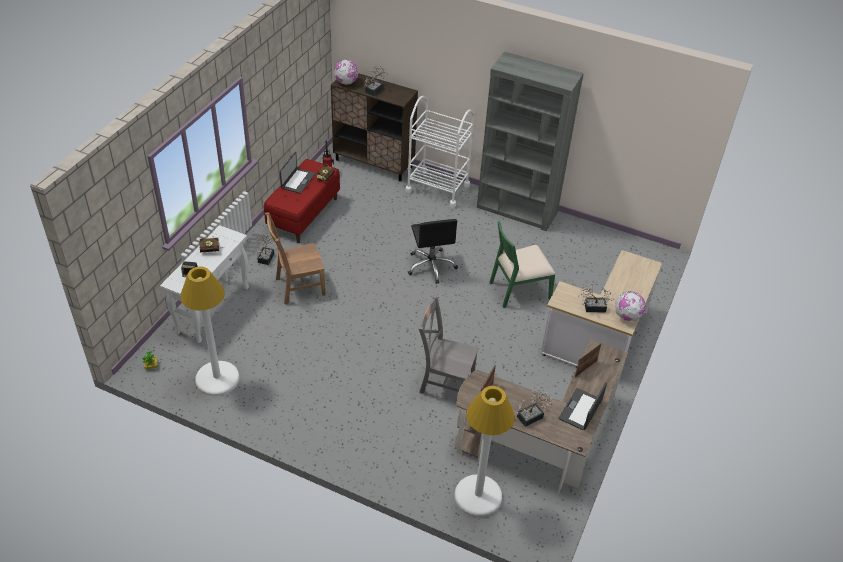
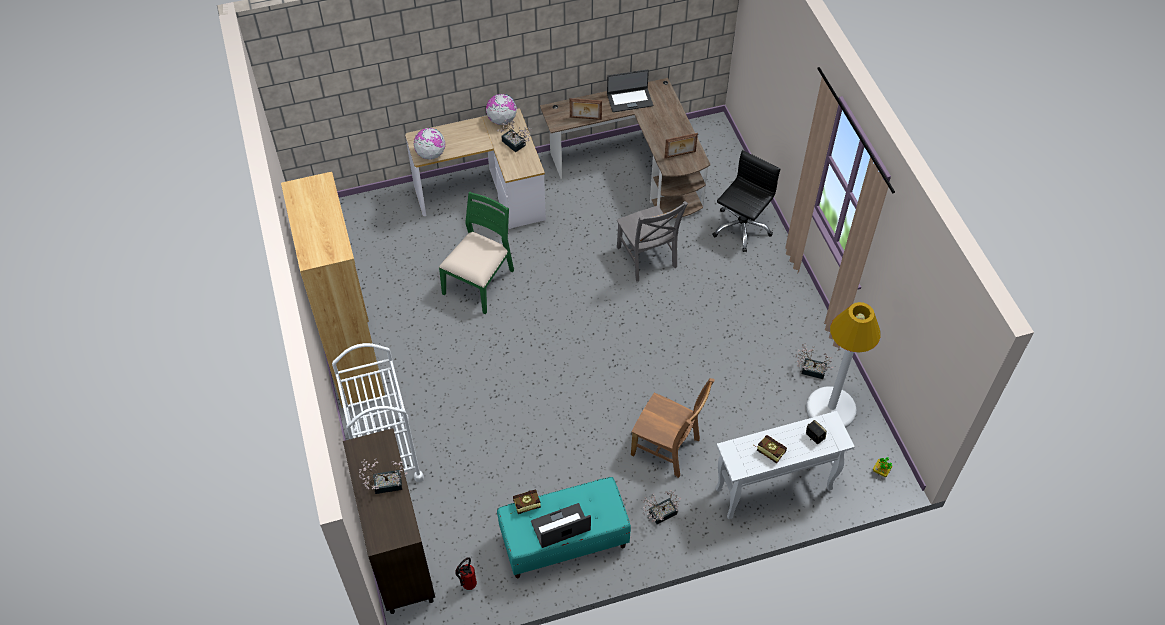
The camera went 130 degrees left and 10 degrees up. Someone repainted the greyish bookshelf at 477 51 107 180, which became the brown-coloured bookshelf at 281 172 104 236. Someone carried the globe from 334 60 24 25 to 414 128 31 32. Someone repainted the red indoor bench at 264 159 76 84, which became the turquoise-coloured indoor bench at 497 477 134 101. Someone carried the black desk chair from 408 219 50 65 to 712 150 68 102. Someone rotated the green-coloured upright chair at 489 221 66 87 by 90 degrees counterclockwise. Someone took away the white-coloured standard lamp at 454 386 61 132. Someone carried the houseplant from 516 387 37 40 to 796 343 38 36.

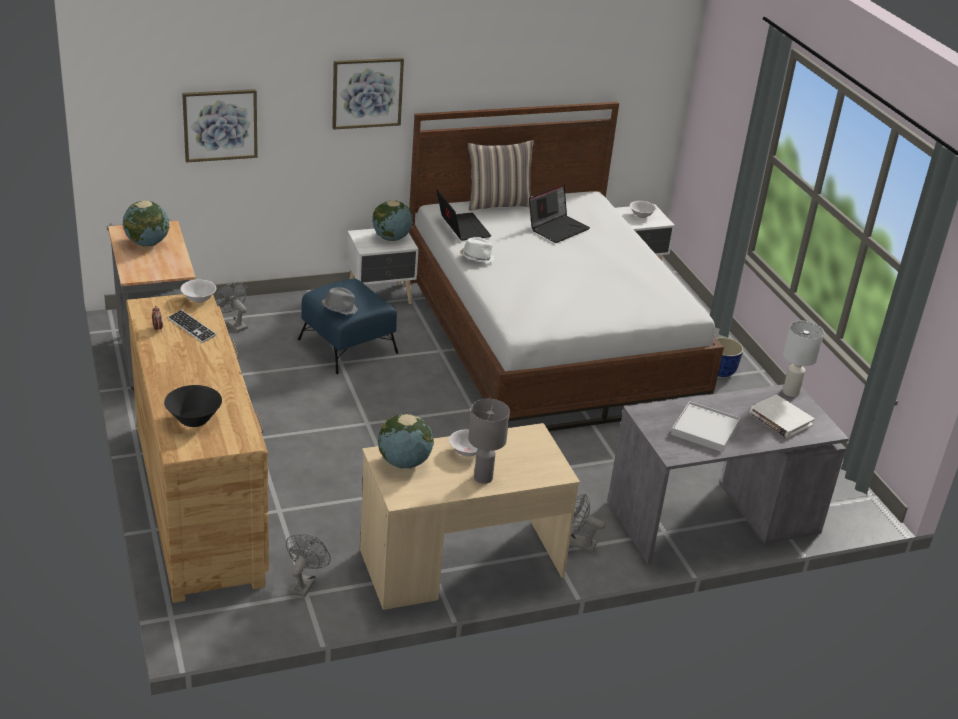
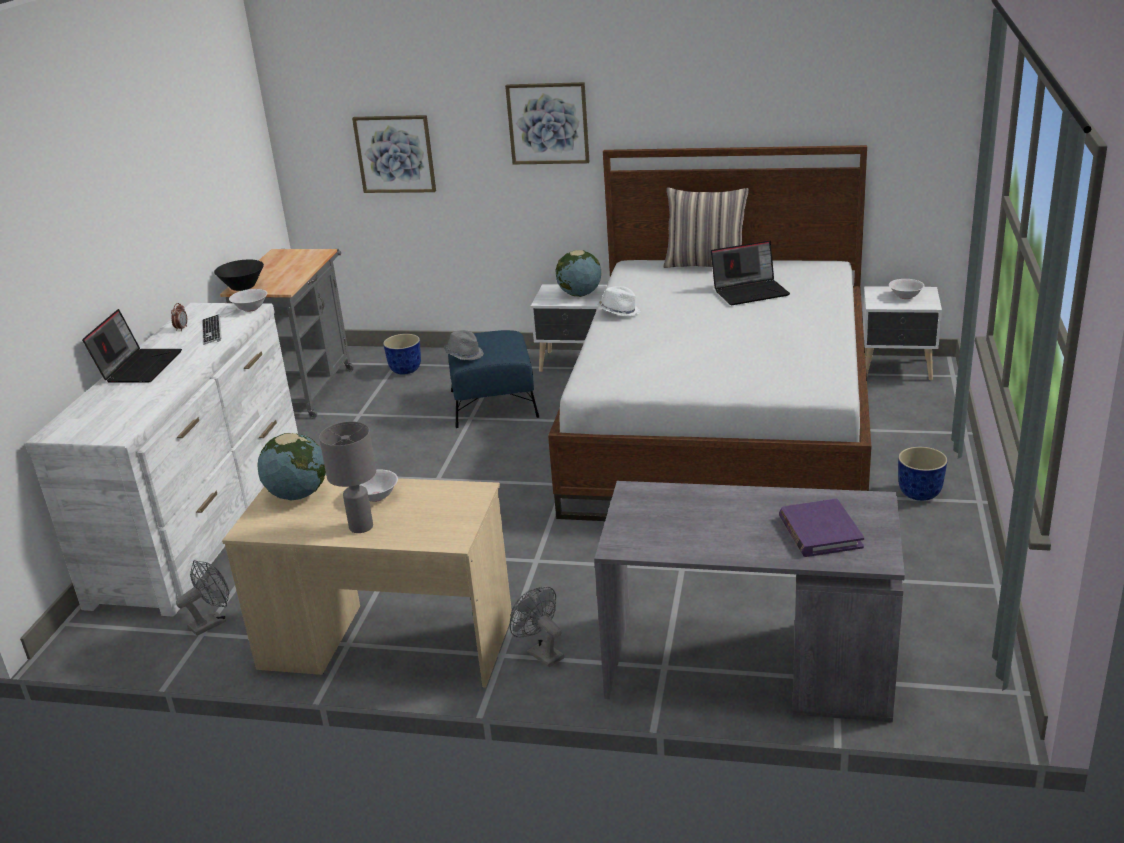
The camera went 35 degrees right and 5 degrees down. Someone carried the portable computer from 436 189 55 52 to 82 309 100 74. Someone took away the globe at 123 200 46 47. Someone swapped the greyish electric fan at 215 282 33 50 for the planter at 383 334 38 41. Someone repainted the brown-coloured dresser at 126 294 143 309, which became the white-coloured dresser at 25 303 273 313. Someone took away the white-coloured lamp for a table at 783 321 41 76. Someone carried the black deep dish from 164 385 58 42 to 214 260 50 31. Someone repainted the white-coloured bound book at 749 394 66 44, which became the purple-coloured bound book at 779 499 85 58. Someone took away the white-coloured serving tray at 671 401 69 51.

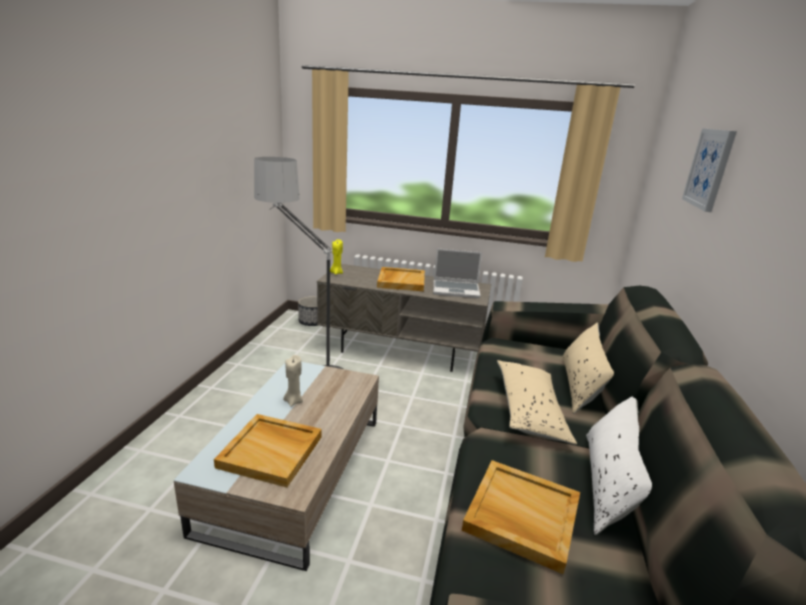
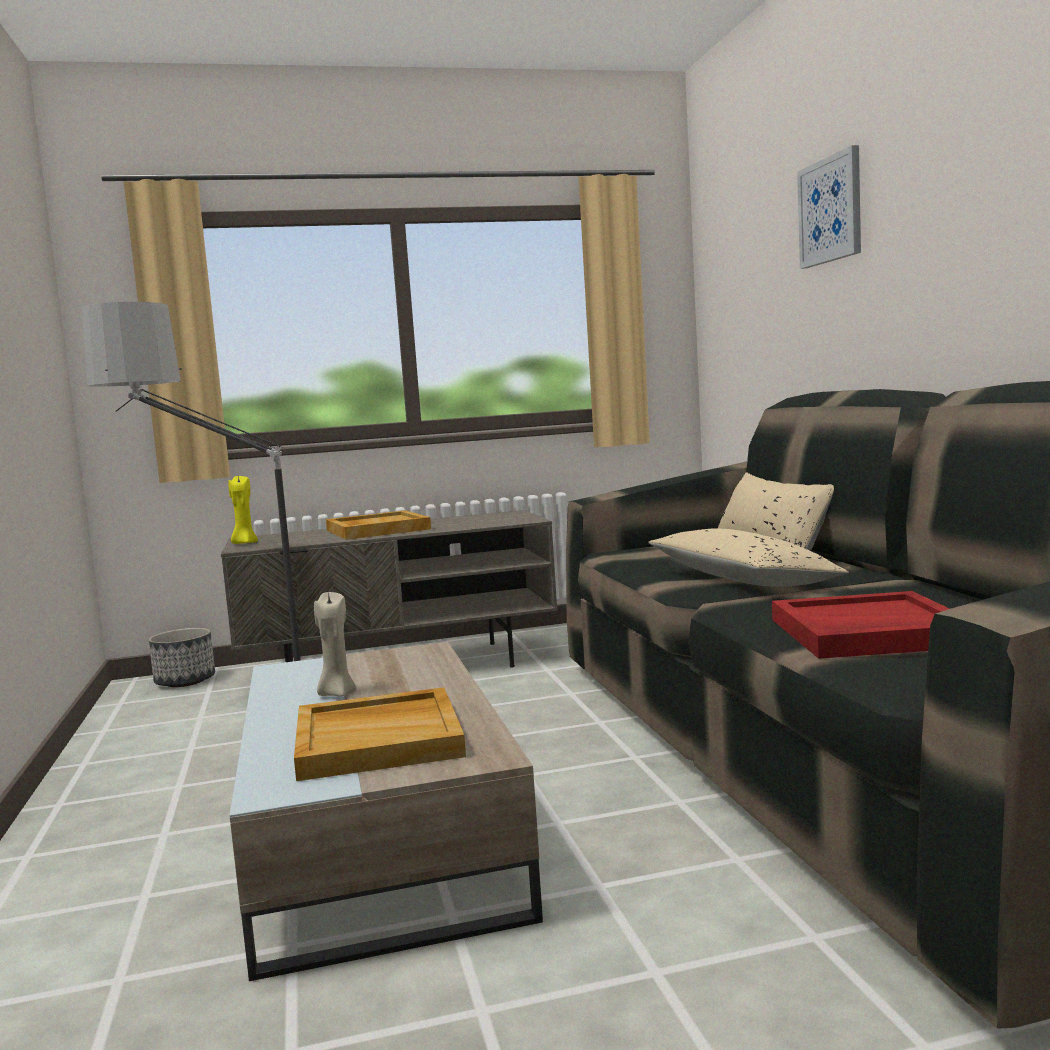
The camera went 25 degrees left and 15 degrees down. Someone took away the portable computer at 433 249 49 49. Someone took away the white-coloured cushion at 586 397 66 138. Someone repainted the beige-coloured serving tray at 462 460 118 114, which became the red serving tray at 772 591 178 68.

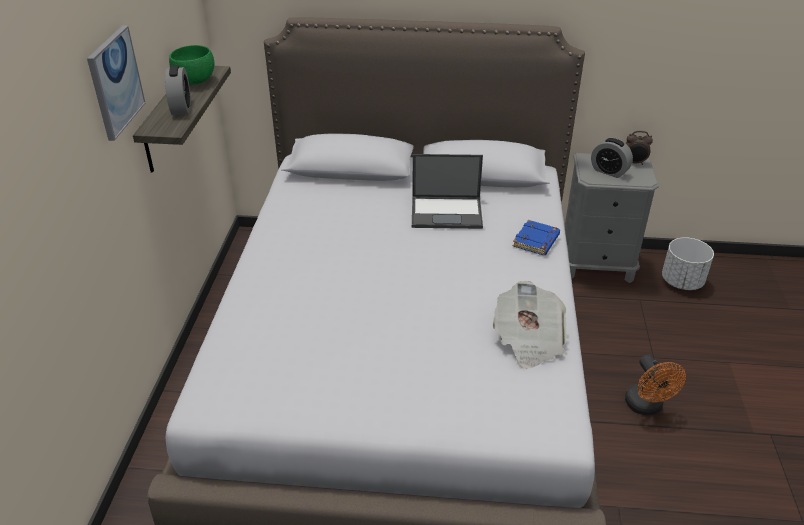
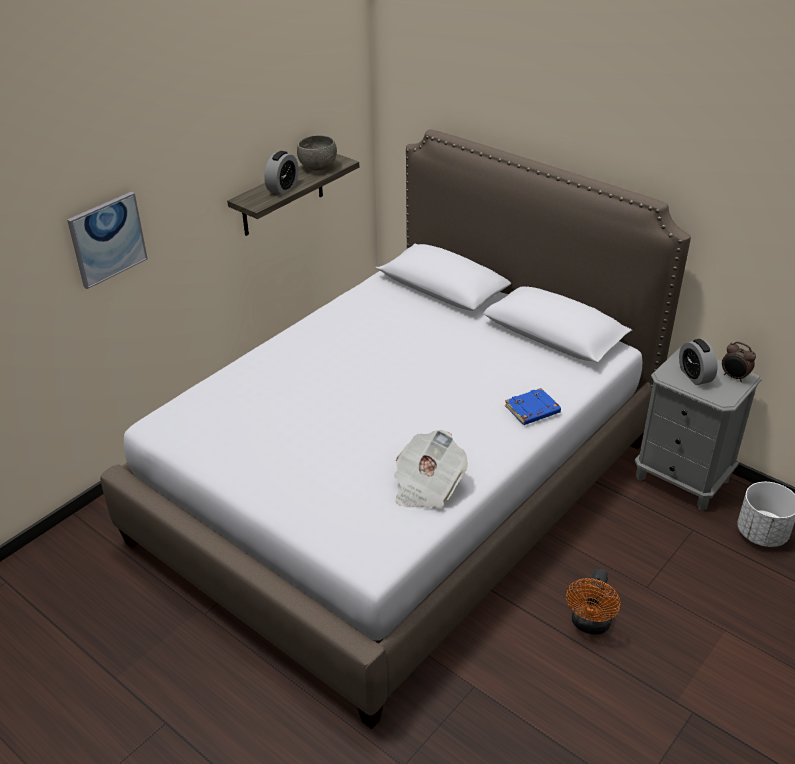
The camera went 35 degrees right and 0 degrees up. Someone carried the wall picture from 87 25 58 116 to 67 192 81 97. Someone repainted the green-coloured deep dish at 169 45 46 39, which became the greyish deep dish at 297 135 40 36. Someone took away the portable computer at 412 154 71 75.

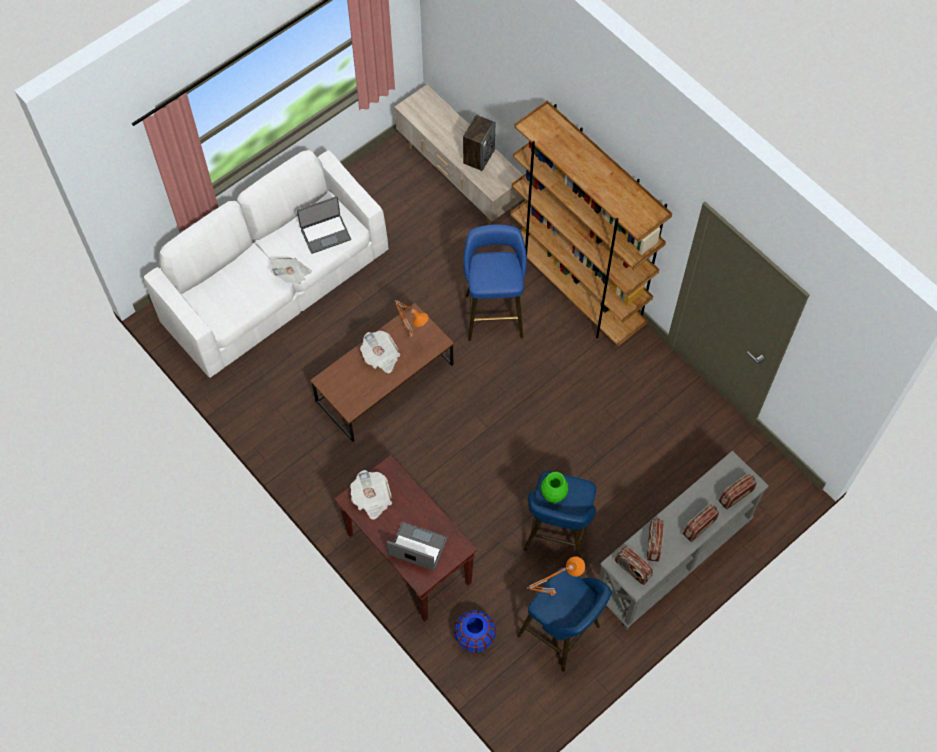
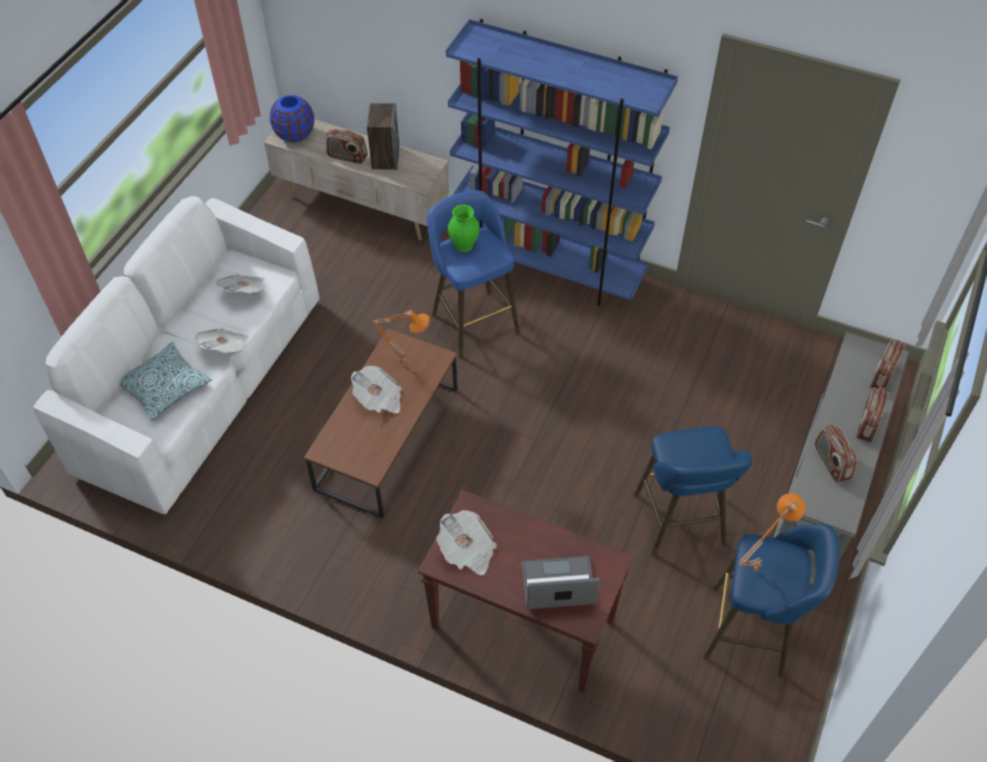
The camera went 25 degrees left and 10 degrees down. Someone repainted the brown-coloured bookshelf at 510 100 162 246, which became the bluish bookshelf at 446 19 232 287. Someone swapped the portable computer at 297 196 54 58 for the newspaper at 216 274 49 19. Someone carried the green-coloured flower vase from 541 472 27 31 to 448 205 31 47. Someone carried the radio receiver from 615 546 38 39 to 326 129 42 35. Someone carried the bluish flower vase from 454 610 42 43 to 270 95 44 47. Someone put down the cushion at 119 342 93 78.

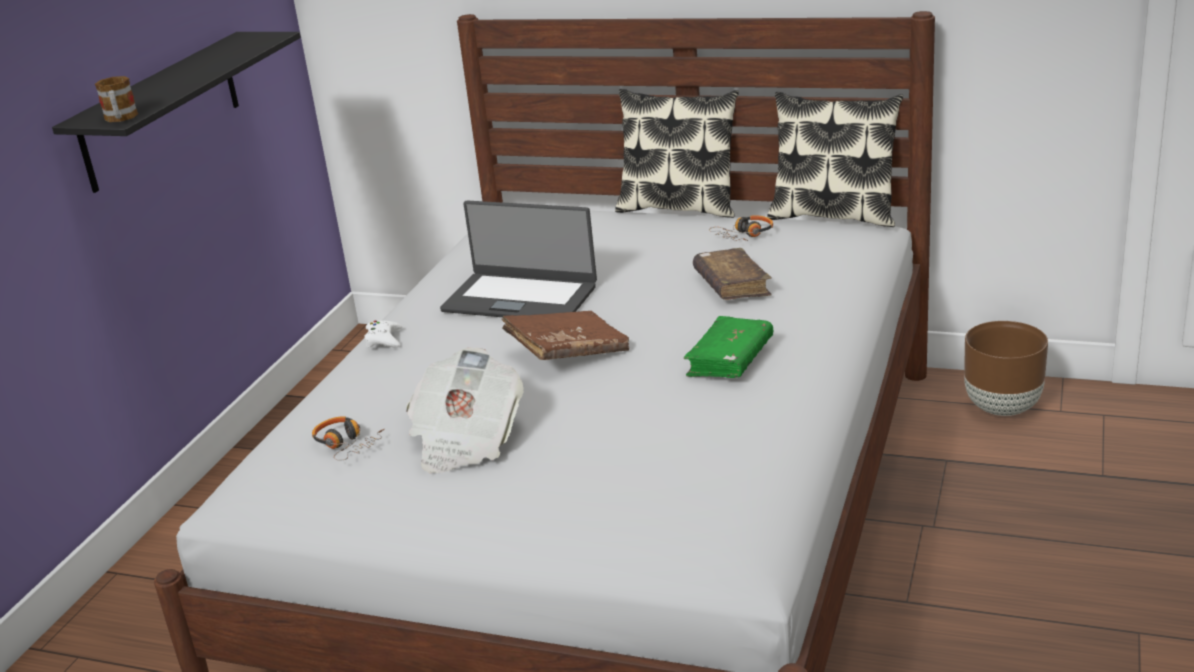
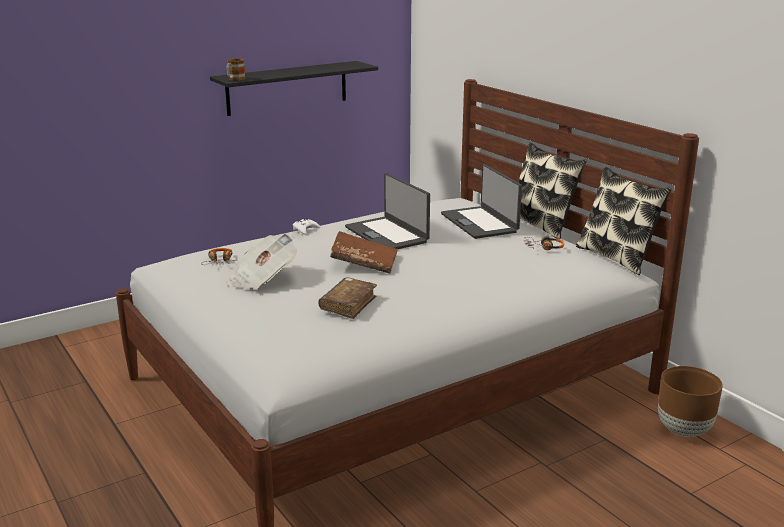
The camera went 35 degrees right and 5 degrees down. Someone carried the brown-coloured bound book from 693 248 79 52 to 319 277 58 42. Someone took away the green-coloured bound book at 684 316 89 62. Someone put down the portable computer at 441 164 81 75.

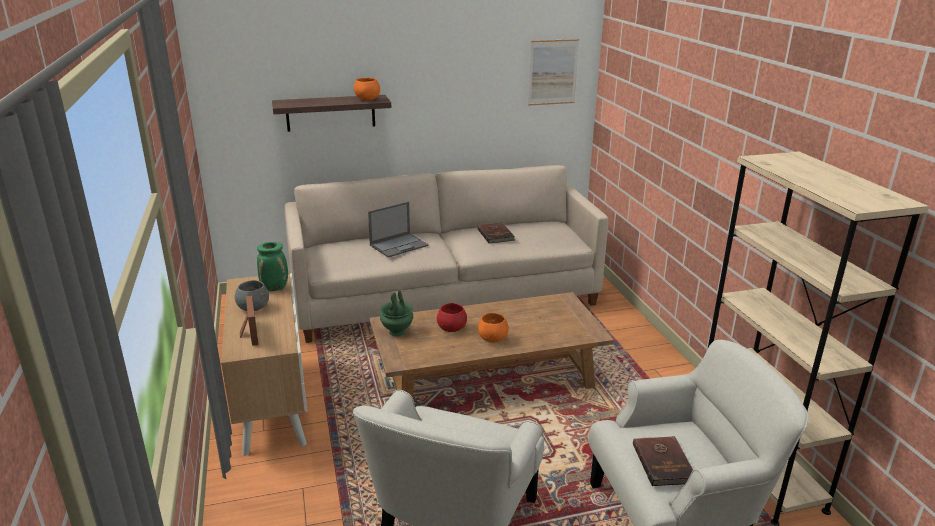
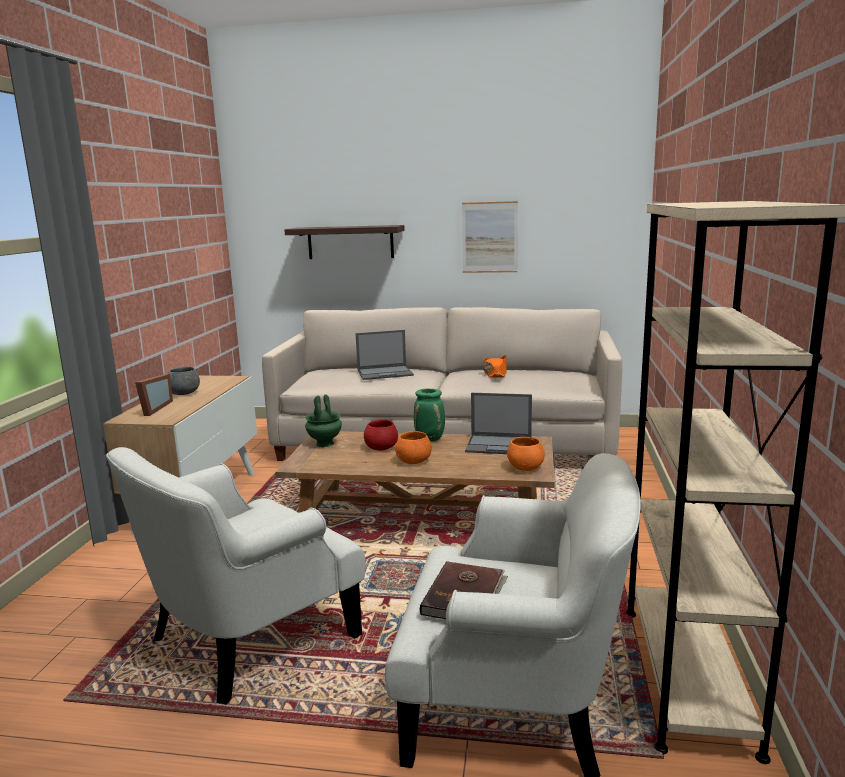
The camera went 25 degrees right and 10 degrees down. Someone carried the wall picture from 528 39 51 67 to 462 201 56 72. Someone carried the orange-coloured deep dish from 354 78 26 23 to 507 437 38 34. Someone swapped the brown-coloured bound book at 477 222 38 21 for the orange-coloured hat at 483 355 24 23. Someone carried the green-coloured flower vase from 257 242 31 49 to 414 389 31 52. Someone put down the portable computer at 465 393 67 61.

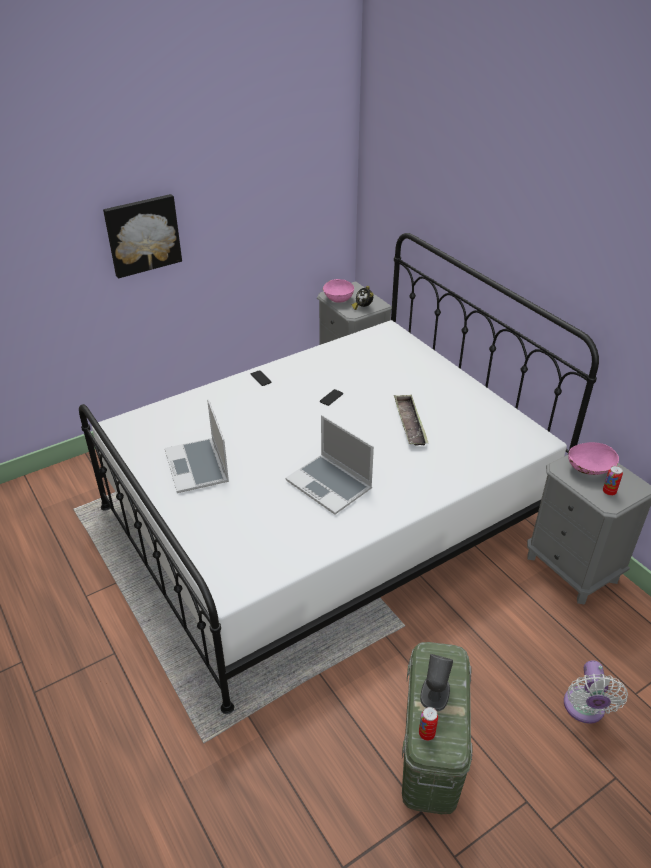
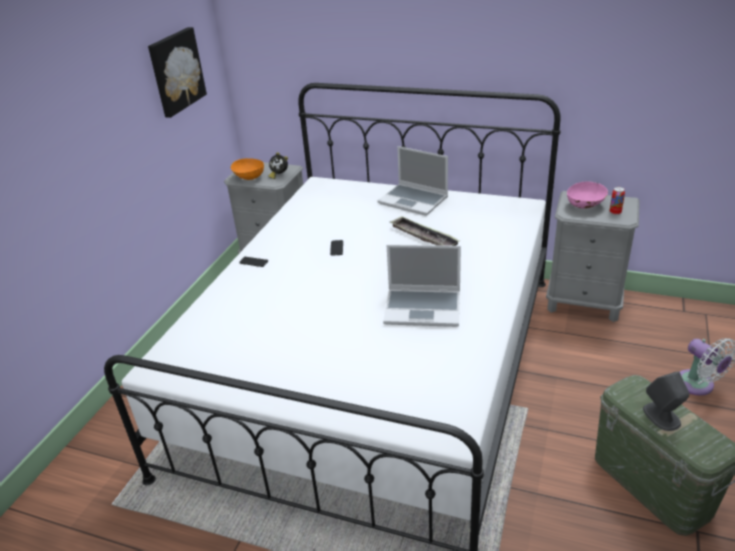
The camera went 35 degrees left and 5 degrees down. Someone carried the wall picture from 103 194 79 84 to 148 27 59 91. Someone repainted the pinkish deep dish at 323 279 31 24, which became the orange-coloured deep dish at 231 158 33 22. Someone carried the portable computer from 165 399 64 94 to 378 146 70 70. Someone took away the sealed can at 419 707 19 34.

